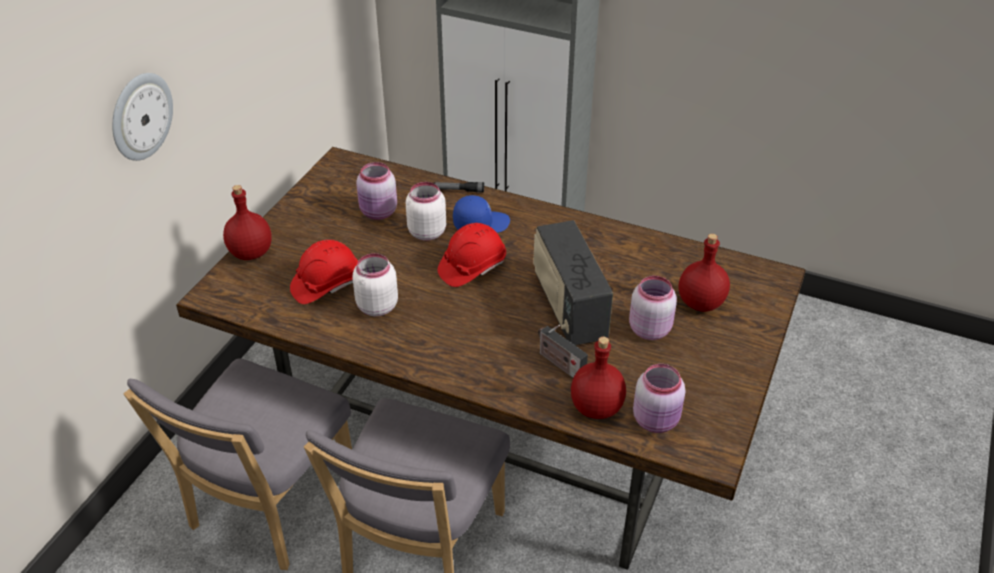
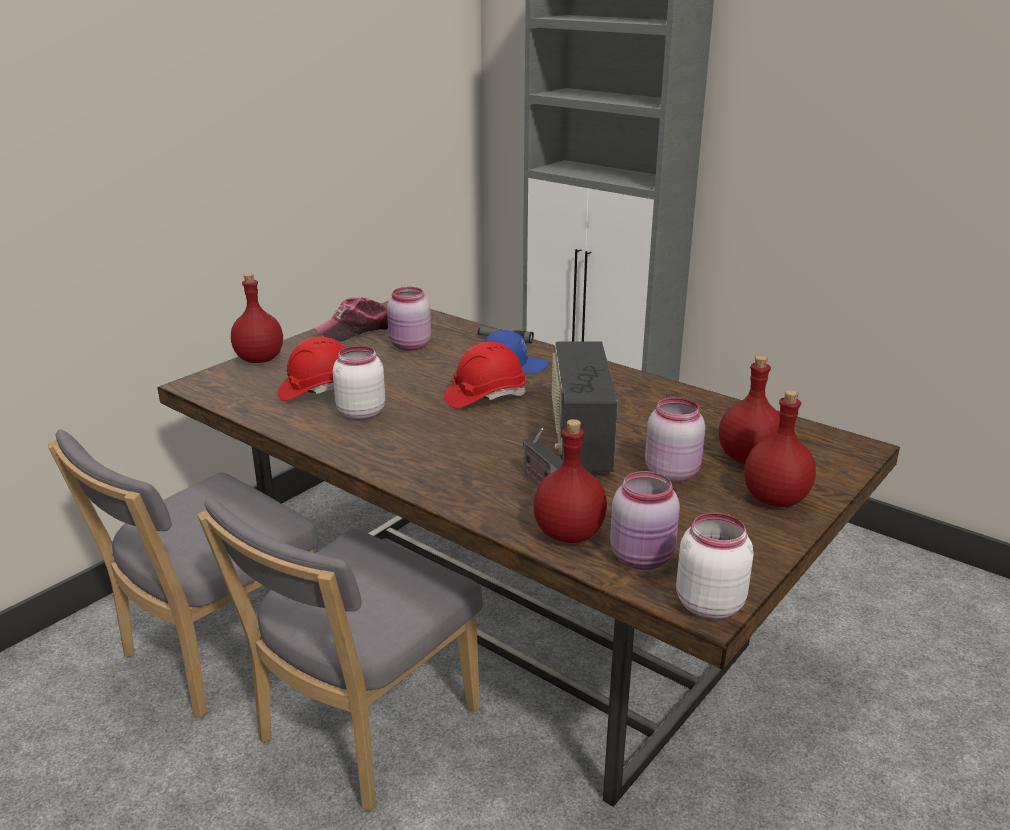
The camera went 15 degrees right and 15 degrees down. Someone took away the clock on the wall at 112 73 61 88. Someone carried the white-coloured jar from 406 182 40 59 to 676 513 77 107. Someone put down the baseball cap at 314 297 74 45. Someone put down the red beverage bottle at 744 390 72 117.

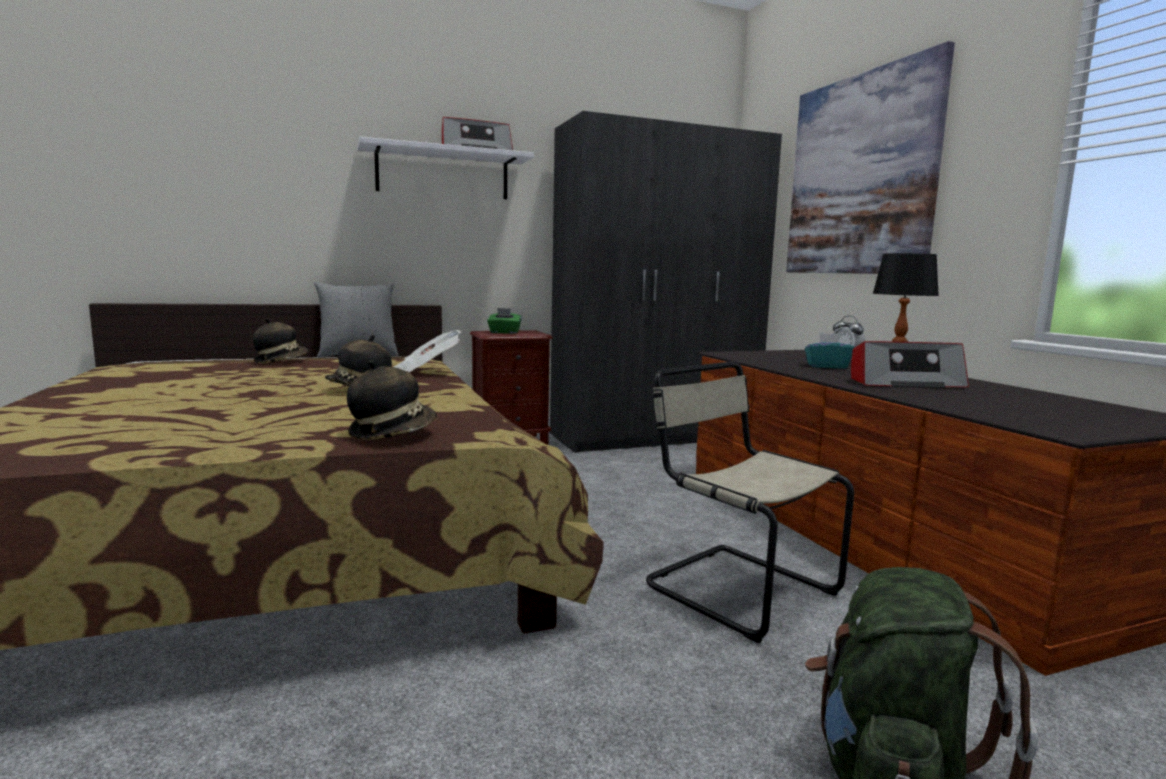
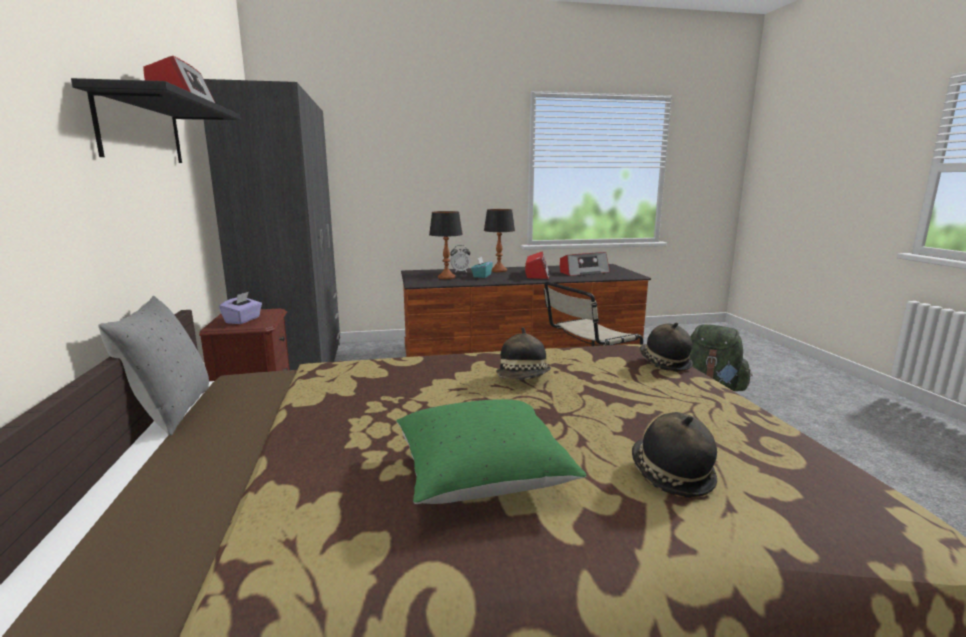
The camera went 80 degrees left and 5 degrees up. Someone took away the wall picture at 786 41 169 233. Someone repainted the white-coloured bracket shelf at 358 137 176 62, which became the black bracket shelf at 71 78 170 85. Someone repainted the green-coloured tissue box at 487 308 35 26, which became the purple-coloured tissue box at 219 292 43 32. Someone carried the hat from 253 318 56 45 to 632 412 85 86. Someone took away the newspaper at 394 330 68 42. Someone put down the lamp for a table at 429 211 34 68. Someone put down the radio receiver at 560 252 50 24. Someone put down the green-coloured cushion at 396 399 190 105.

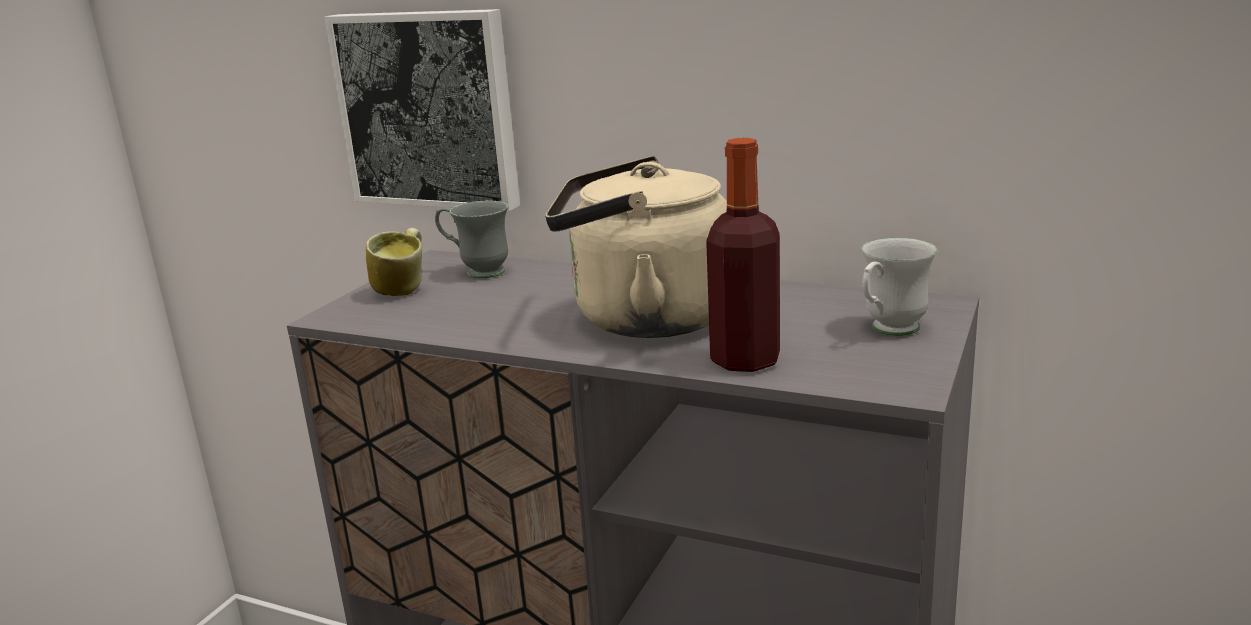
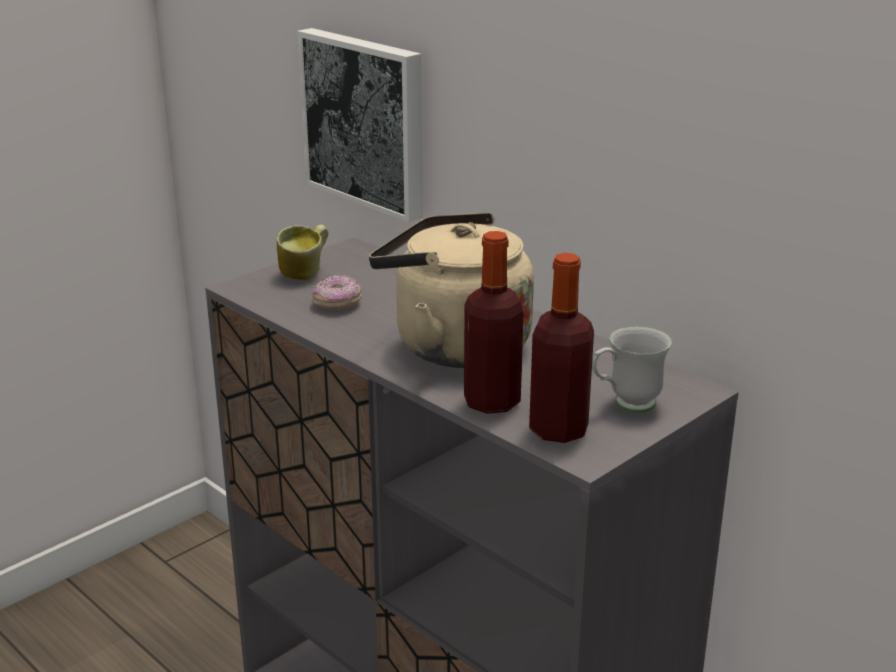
The camera went 20 degrees right and 5 degrees up. Someone took away the greyish tea mug at 435 200 73 78. Someone put down the beverage bottle at 529 253 65 190. Someone put down the donut at 312 275 50 34.

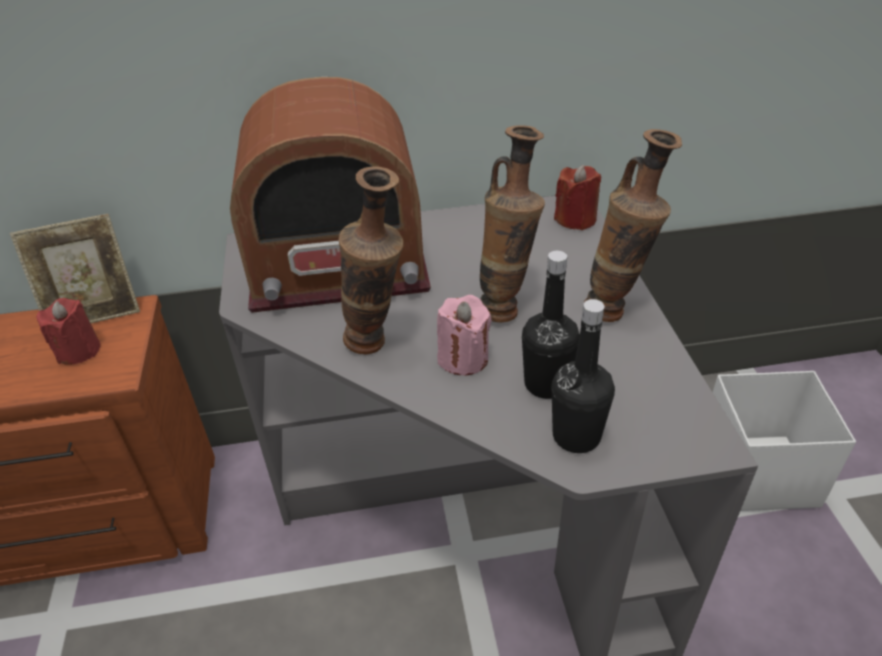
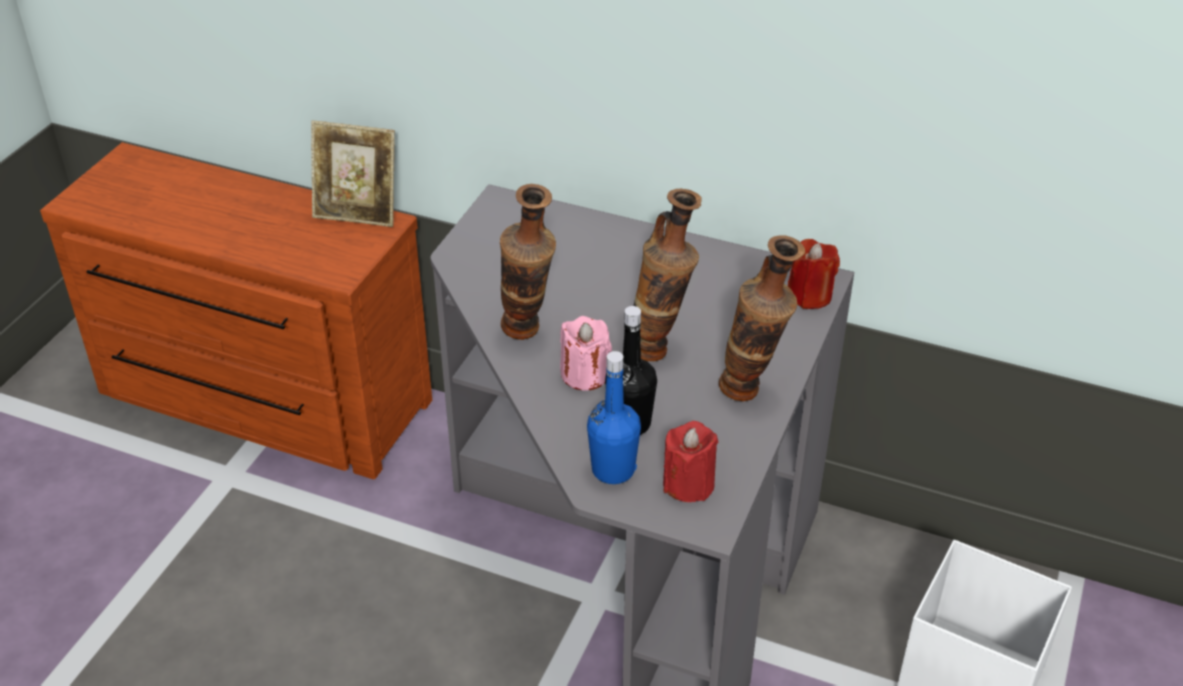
The camera went 30 degrees right and 0 degrees up. Someone took away the radio receiver at 230 77 201 236. Someone carried the red candle from 36 298 65 67 to 663 421 55 81. Someone repainted the black beverage bottle at 551 299 64 154, which became the bluish beverage bottle at 587 351 54 133.

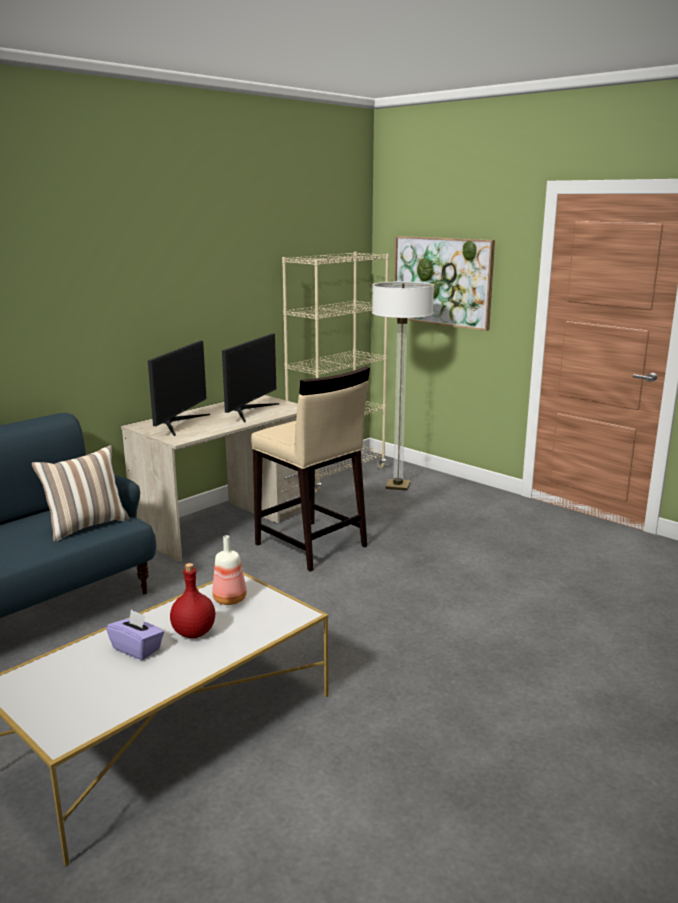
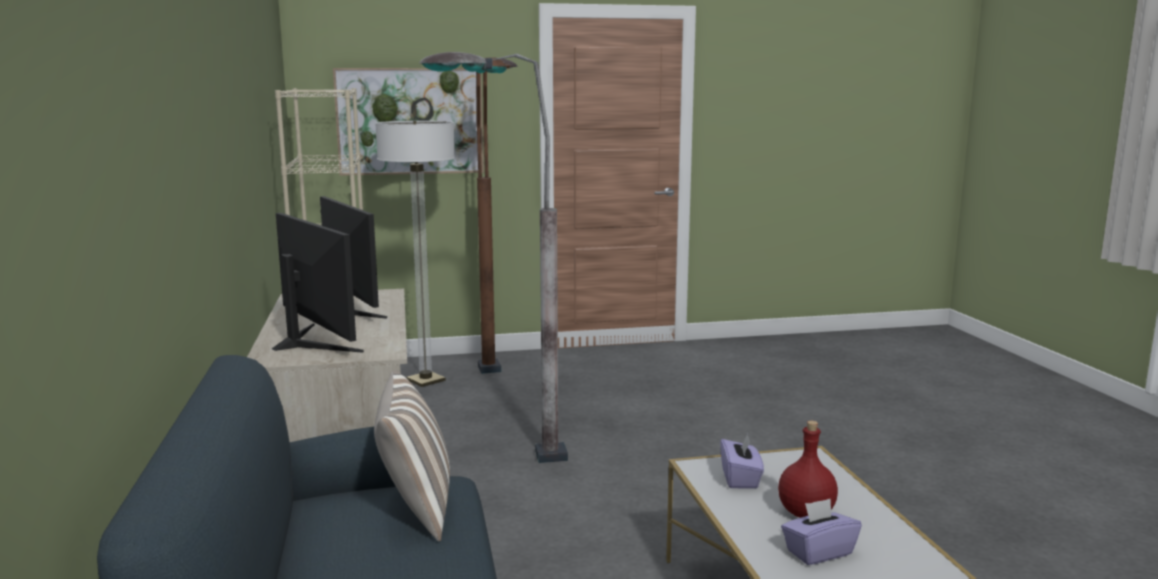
The camera went 55 degrees left and 5 degrees down. Someone swapped the beige-coloured stool seat at 251 366 119 206 for the greyish standard lamp at 419 52 149 411. Someone swapped the beverage bottle at 212 535 35 70 for the purple-coloured tissue box at 720 433 44 56. Someone put down the brown-coloured standard lamp at 476 58 42 316.

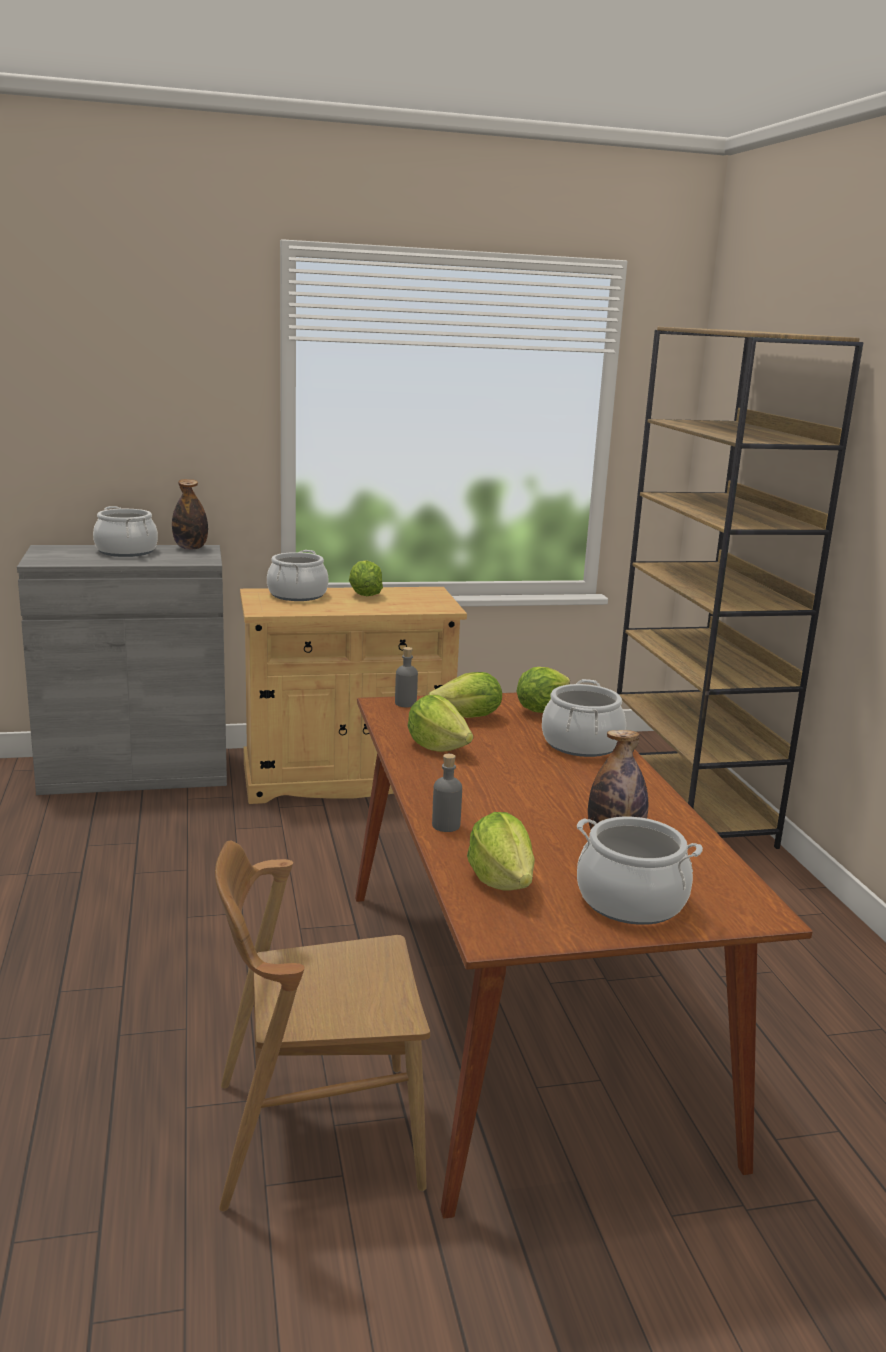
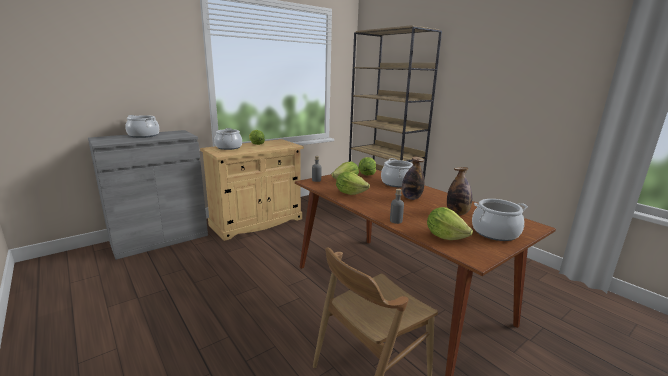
The camera went 25 degrees left and 0 degrees up. Someone carried the beverage bottle from 172 479 36 71 to 402 157 23 43.

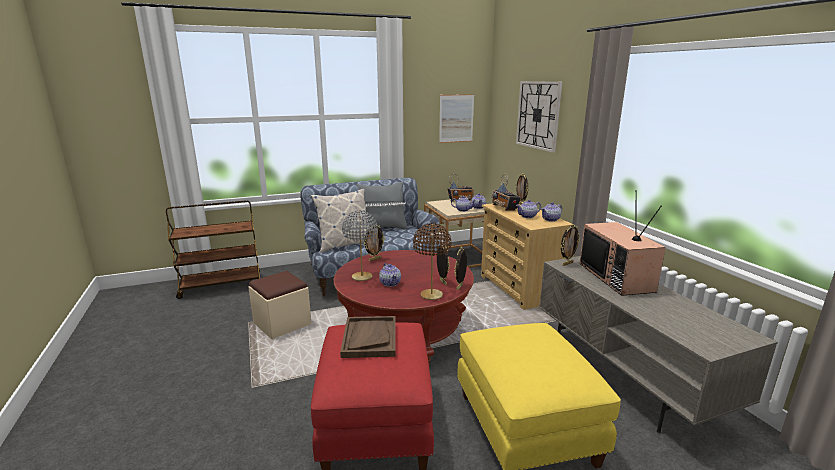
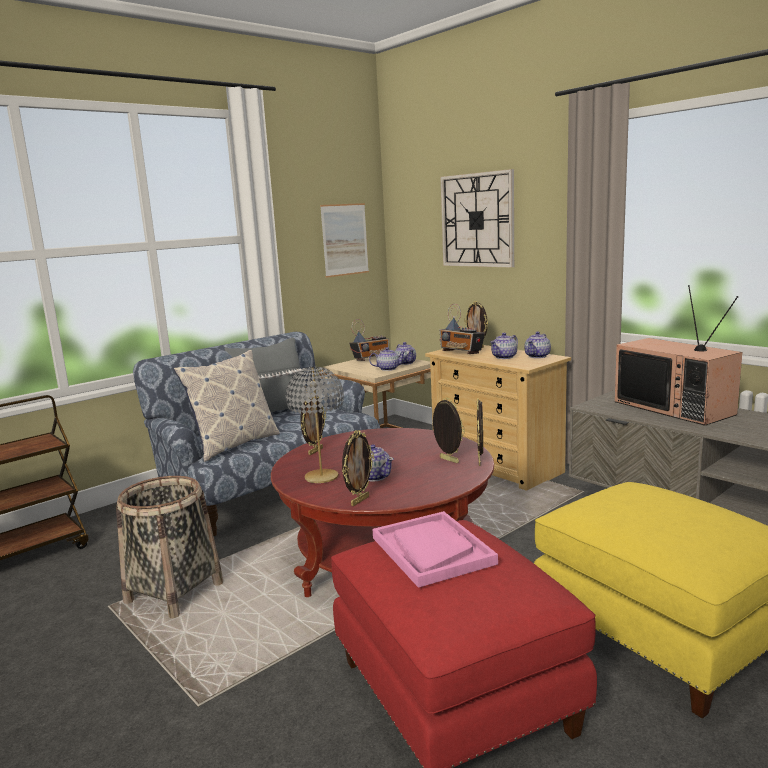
The camera went 20 degrees left and 5 degrees down. Someone took away the brown-coloured lamp for a table at 413 223 39 77. Someone carried the picture frame from 561 224 19 42 to 342 430 32 76. Someone swapped the beige-coloured ottoman at 248 271 63 68 for the storage basket at 116 476 107 142. Someone repainted the brown-coloured serving tray at 340 316 56 42, which became the pinkish serving tray at 372 511 126 77.

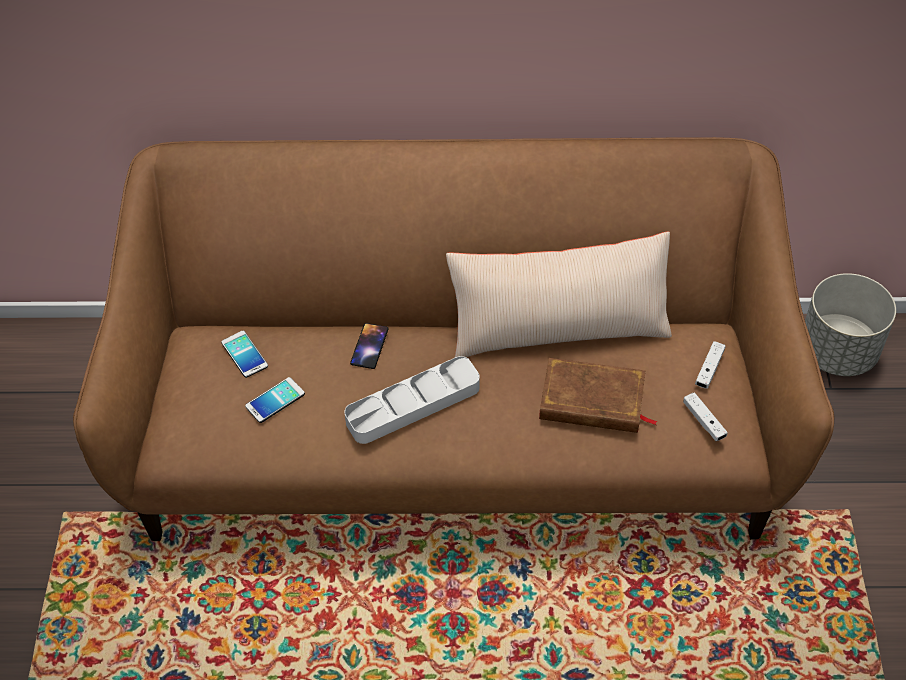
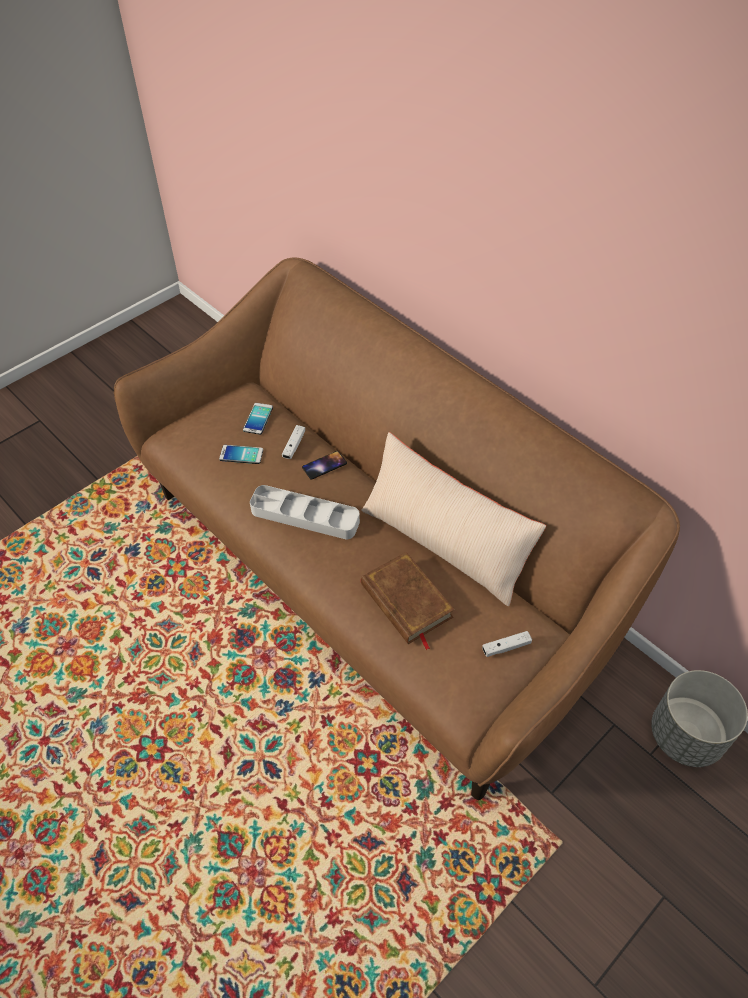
The camera went 45 degrees right and 0 degrees up. Someone carried the white-coloured game controller from 683 392 45 49 to 282 425 23 34.

